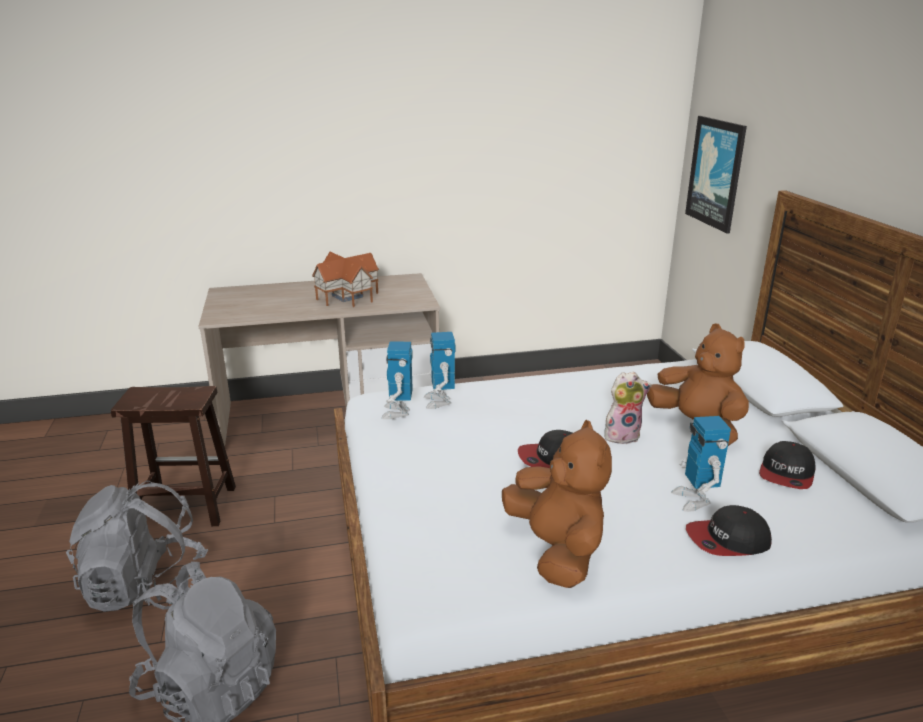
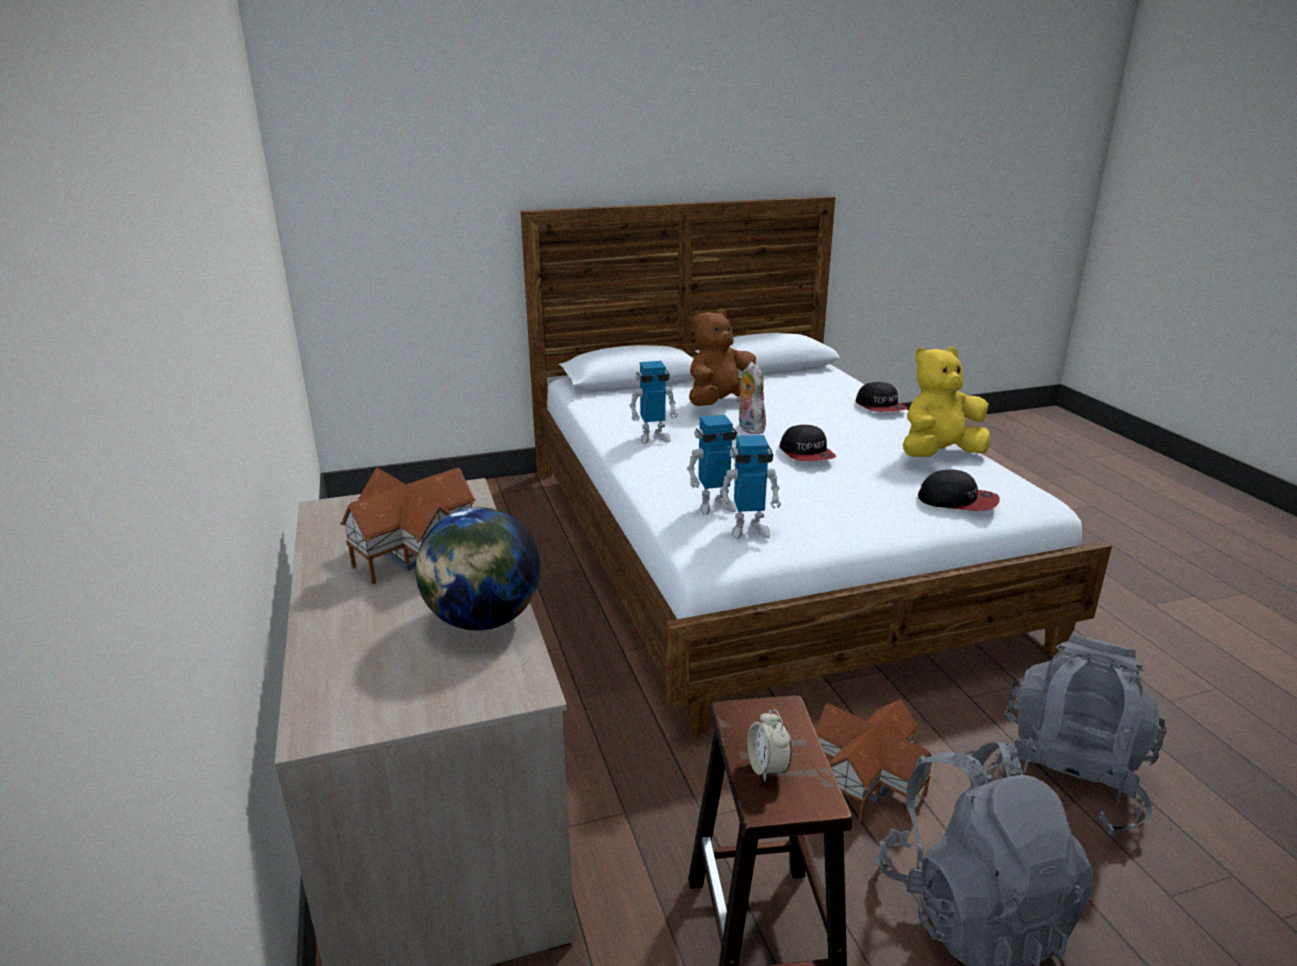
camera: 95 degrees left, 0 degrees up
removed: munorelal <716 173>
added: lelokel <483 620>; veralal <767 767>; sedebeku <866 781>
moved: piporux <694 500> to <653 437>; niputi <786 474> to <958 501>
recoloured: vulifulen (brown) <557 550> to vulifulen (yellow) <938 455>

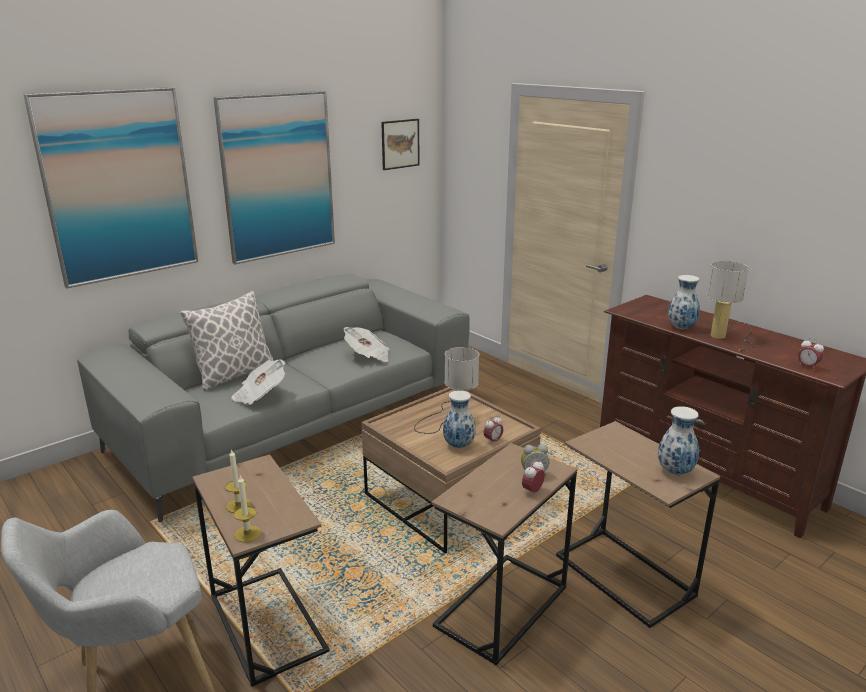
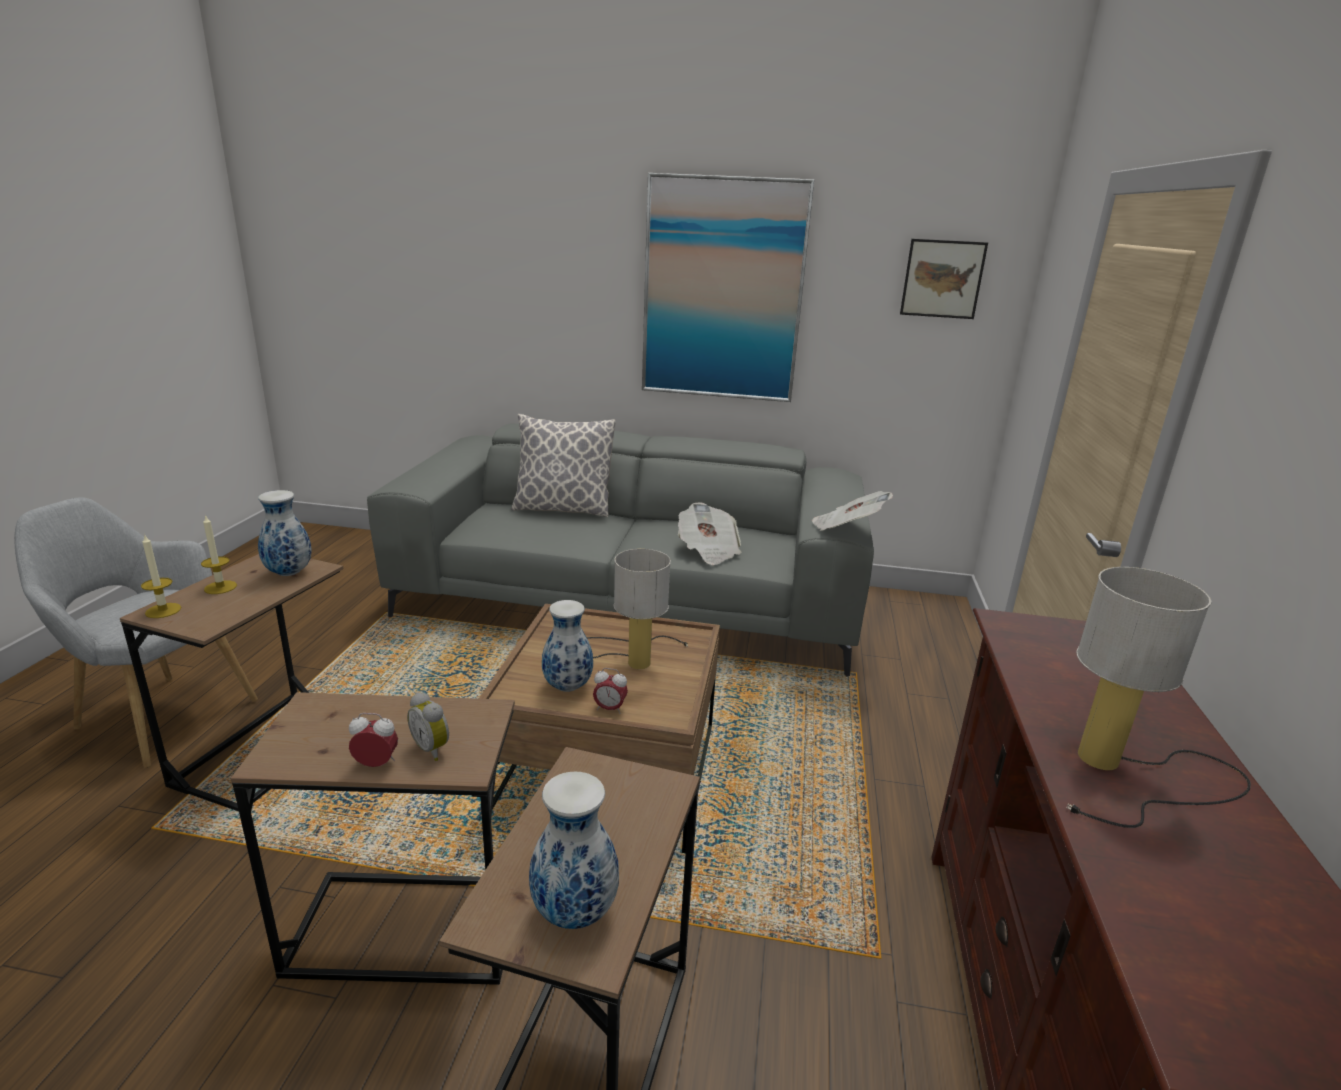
camera: 50 degrees right, 0 degrees up
removed: munorelal <118 186>; veralal <807 366>
moved: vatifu <681 328> to <288 573>; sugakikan <260 395> to <846 529>

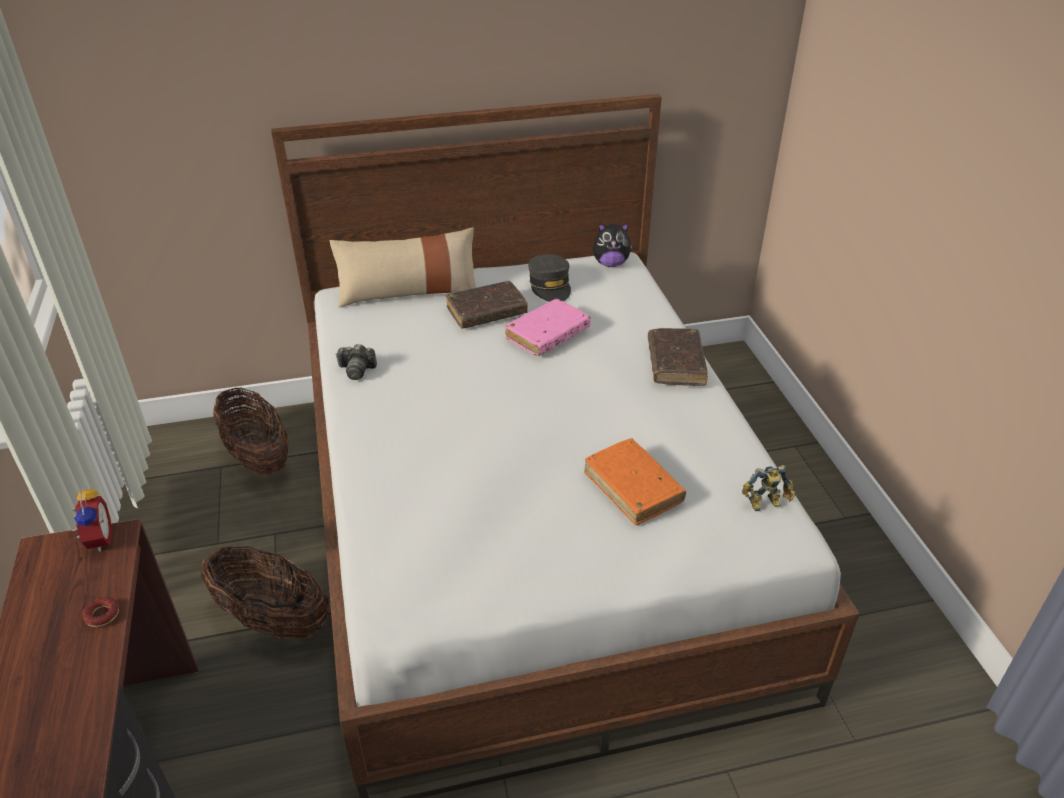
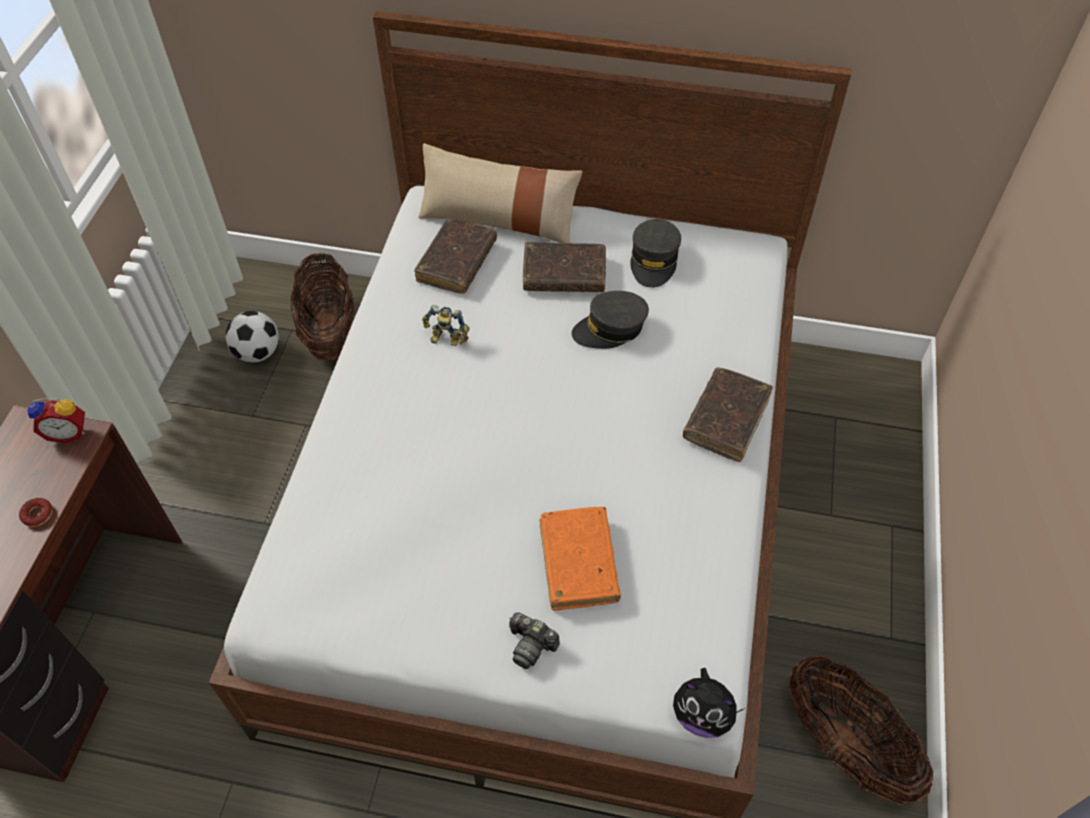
camera: 25 degrees right, 15 degrees up
added: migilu <258 353>; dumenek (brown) <457 262>
moved: piporux <766 504> to <446 340>; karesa <357 370> to <531 645>; vulifulen <610 263> to <702 715>; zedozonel <273 620> to <845 746>
replaced: dumenek (pink) <547 334> to niputi (grey) <610 329>
turned: veralal <97 540> = <68 432> 75 degrees clockwise

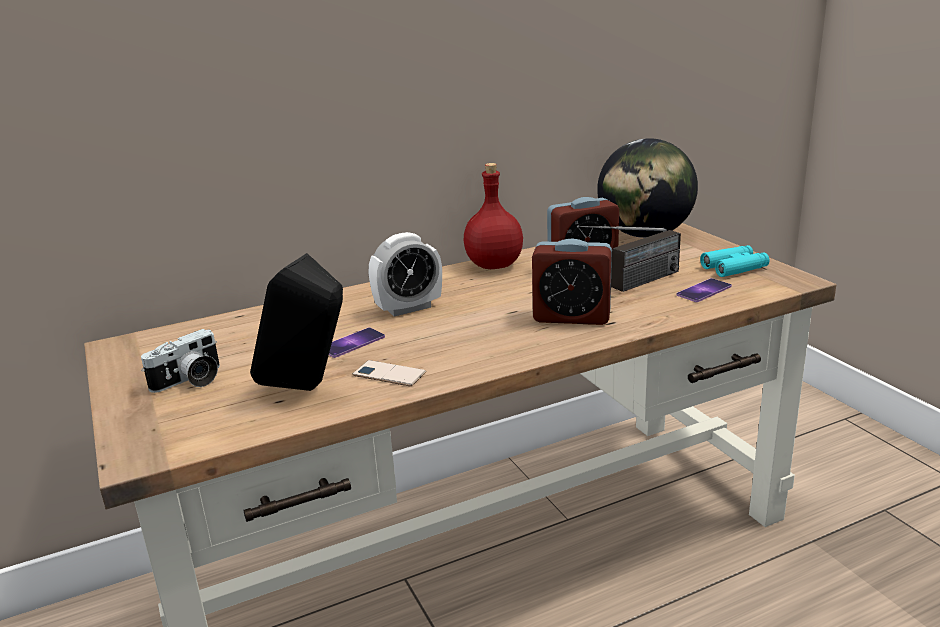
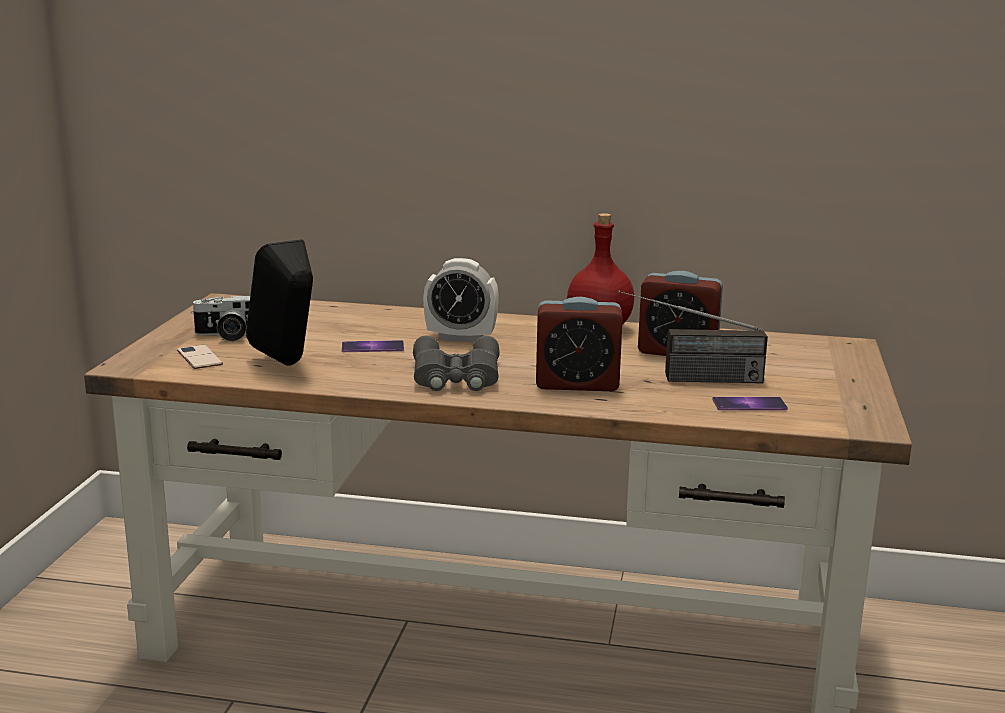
camera: 35 degrees right, 5 degrees down
removed: lelokel <645 235>; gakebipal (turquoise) <734 268>
added: gakebipal (grey) <455 376>
moved: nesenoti <389 374> to <199 357>
turned: veralal <571 317> = <577 384> 45 degrees counterclockwise

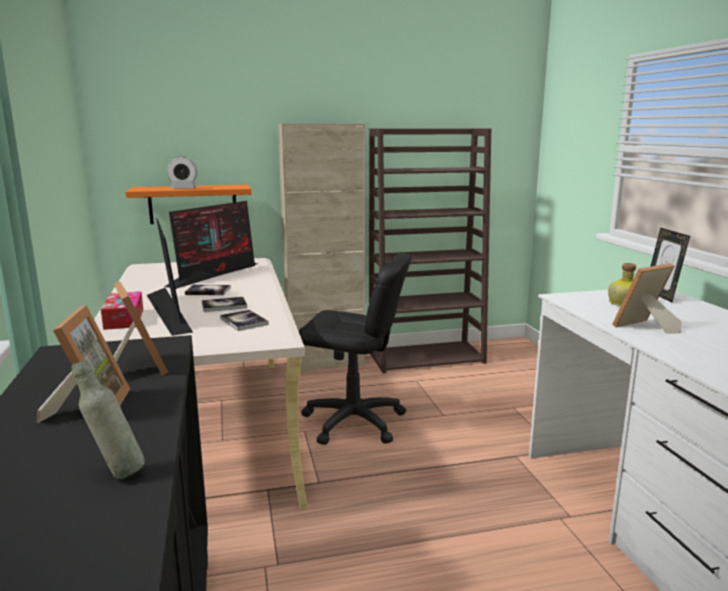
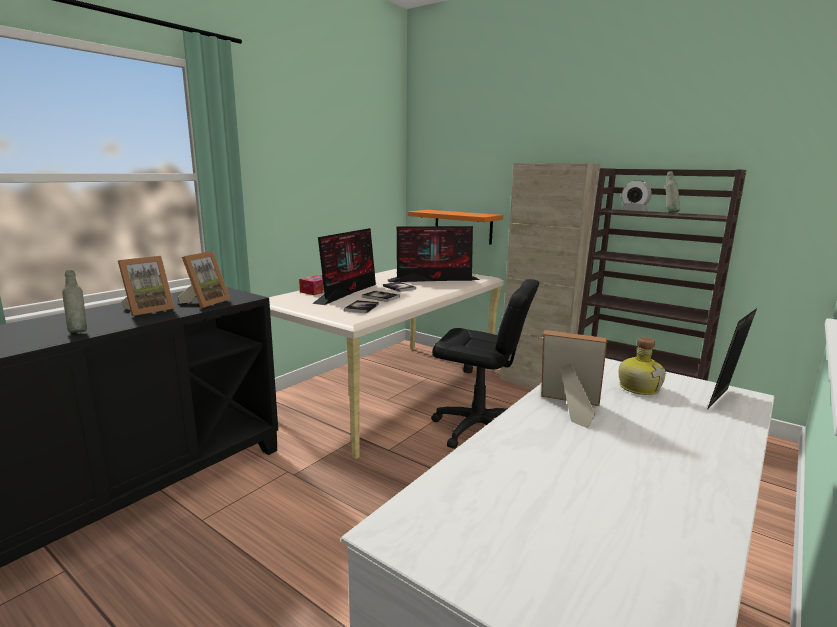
camera: 50 degrees right, 0 degrees up
added: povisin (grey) <669 213>
moved: veralal <183 188> to <634 211>
turned: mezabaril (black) <354 422> = <478 429> 45 degrees counterclockwise

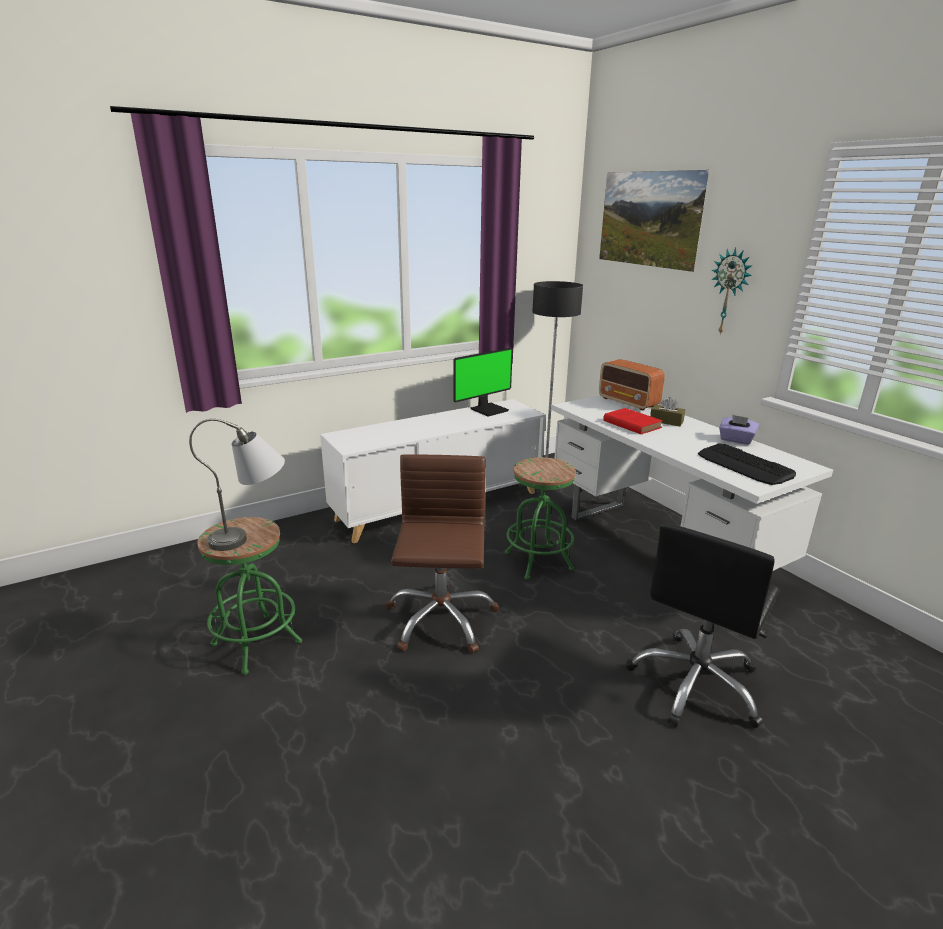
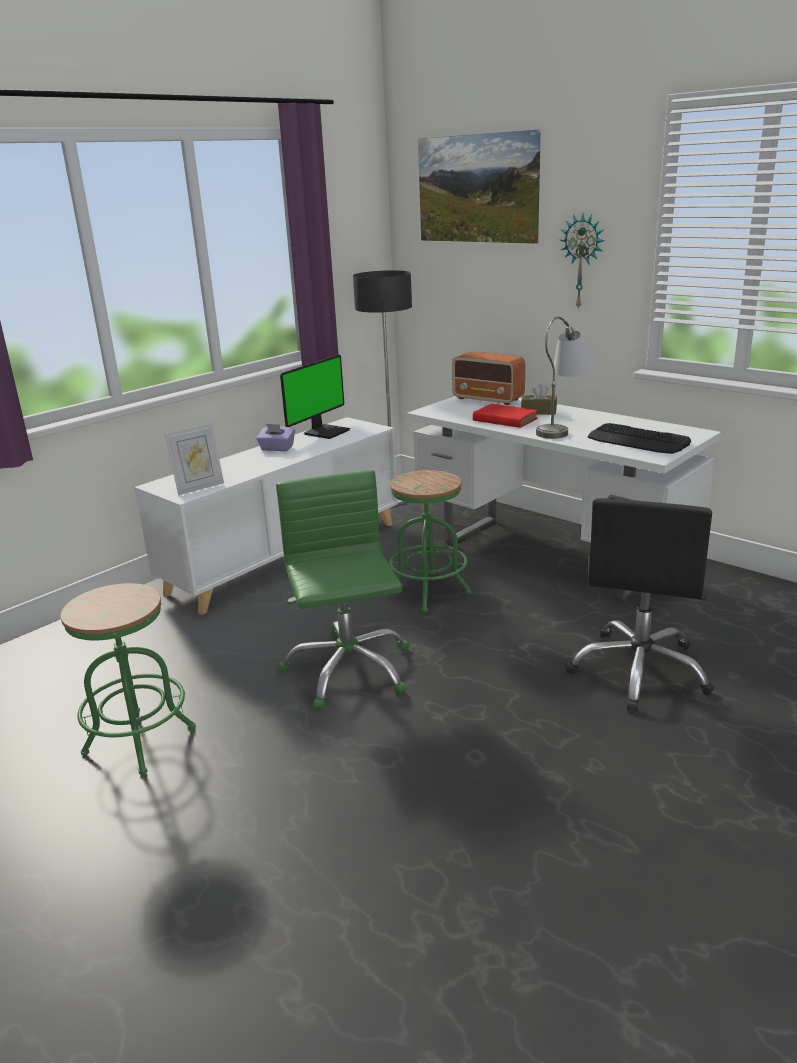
camera: 15 degrees left, 0 degrees up
added: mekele <199 487>
moved: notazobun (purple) <736 440> to <277 448>; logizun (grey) <253 535> to <564 428>
recoloured: mezabaril (brown) <440 619> to mezabaril (green) <348 669>

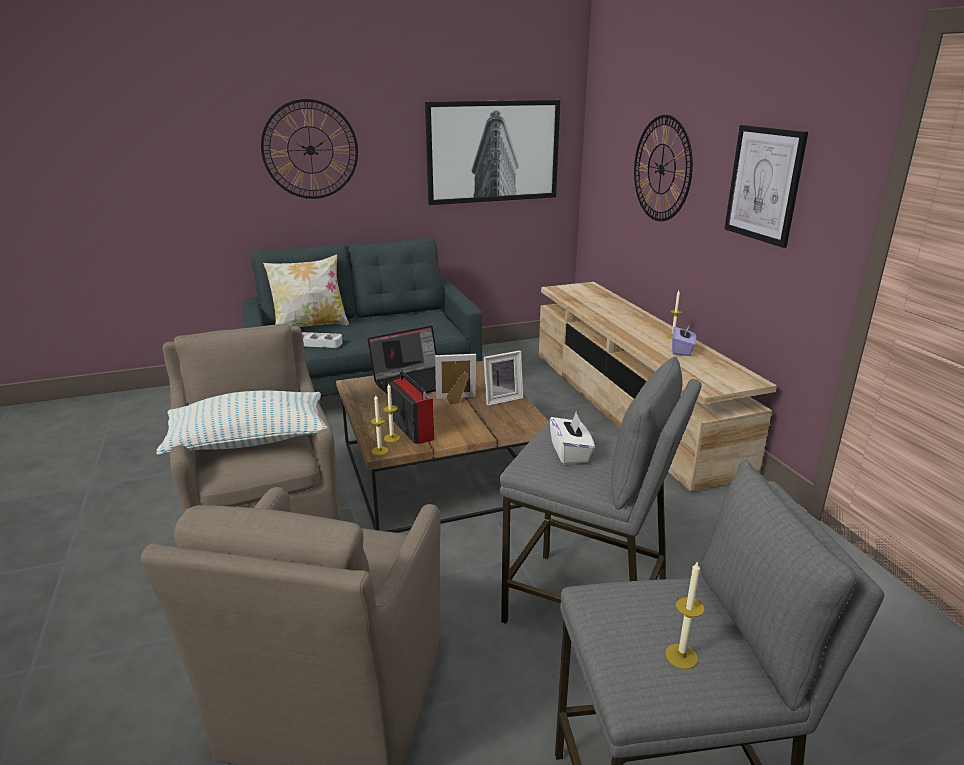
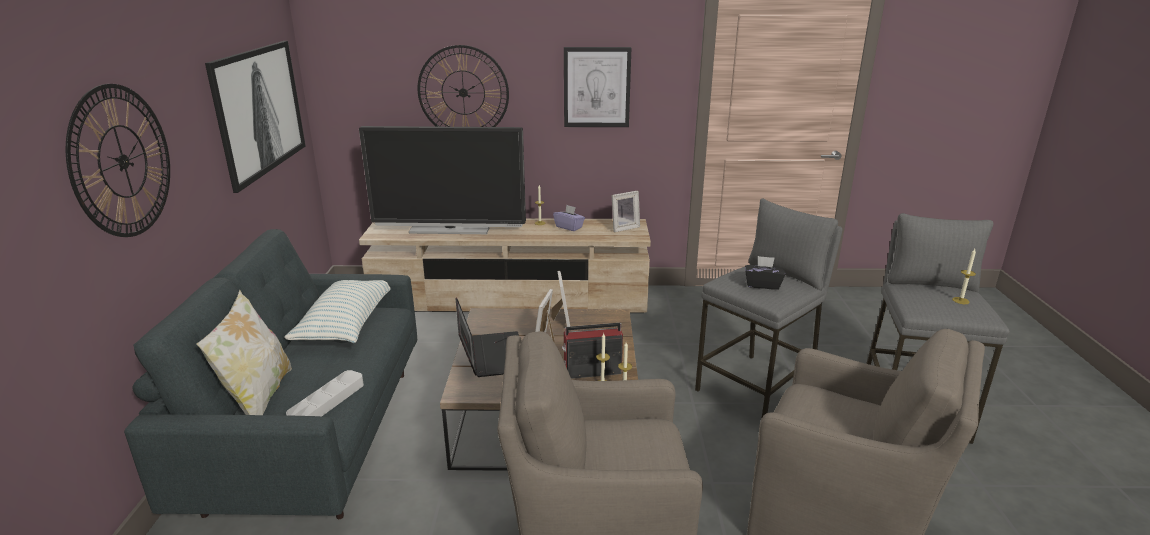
camera: 70 degrees left, 0 degrees up
added: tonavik <450 229>; mekele <623 227>
moved: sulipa <249 441> to <346 324>
recoloured: notazobun (white) <570 453> to notazobun (black) <762 284>

